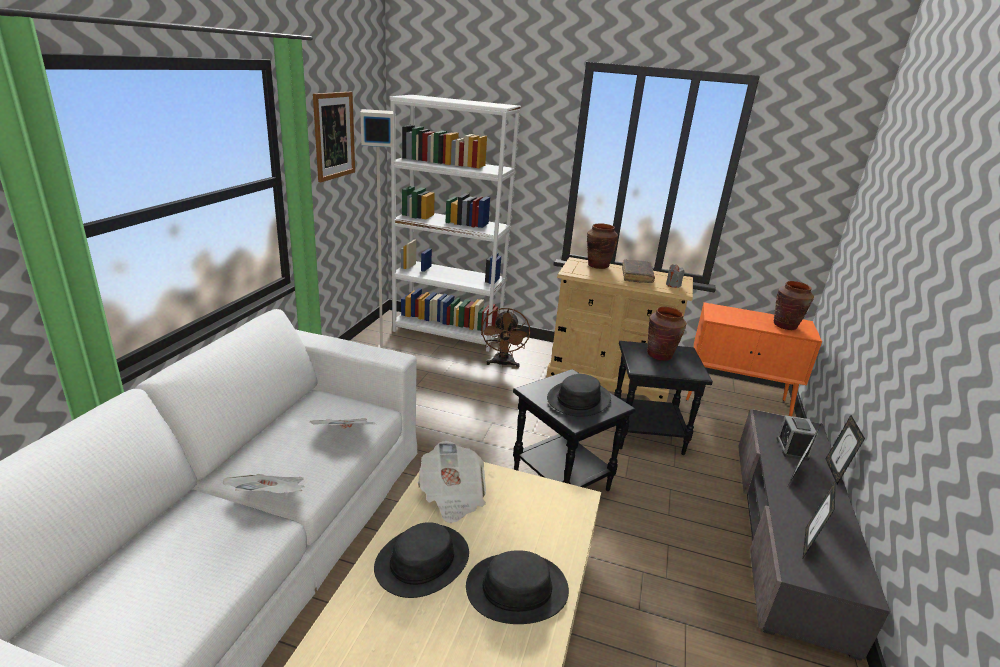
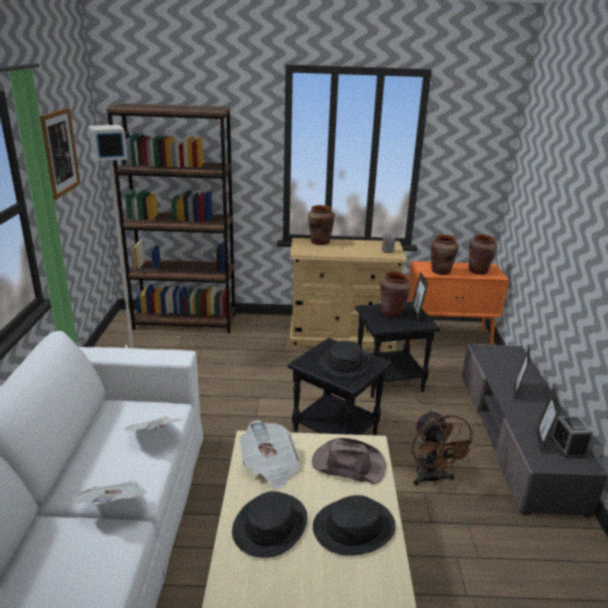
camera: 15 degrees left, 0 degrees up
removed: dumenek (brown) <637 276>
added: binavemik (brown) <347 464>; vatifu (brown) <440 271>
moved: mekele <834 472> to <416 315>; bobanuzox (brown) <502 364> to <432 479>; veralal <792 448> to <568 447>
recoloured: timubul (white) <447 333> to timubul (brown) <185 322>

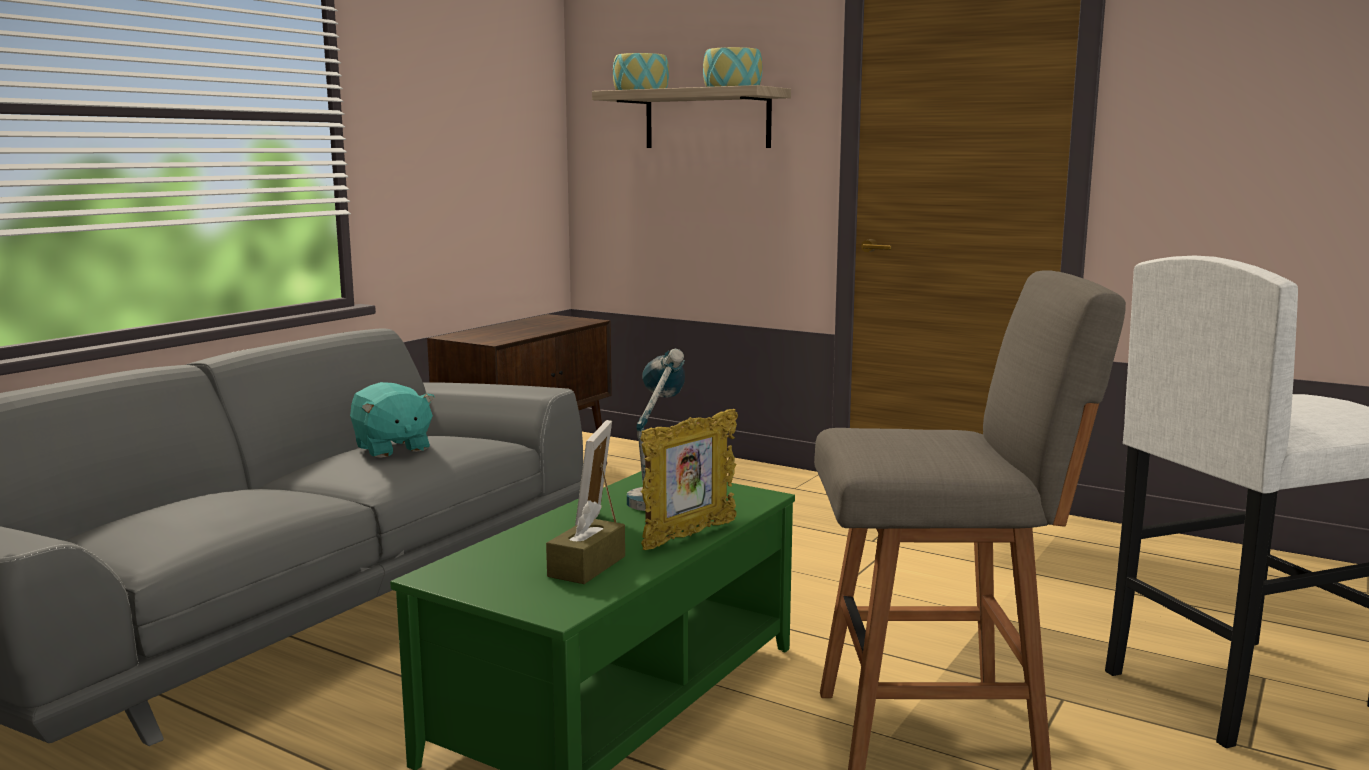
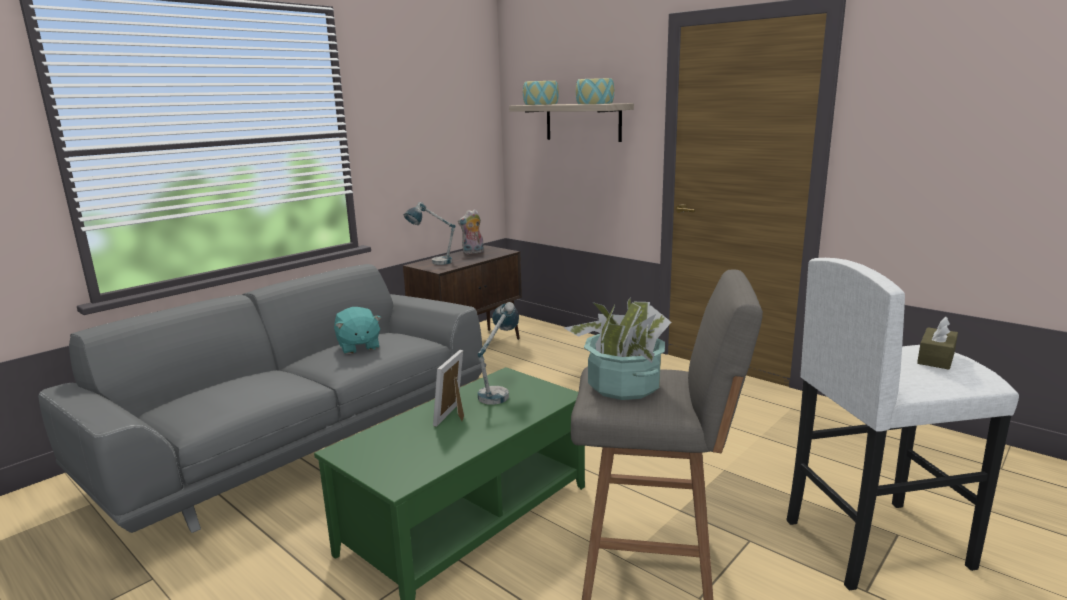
camera: 10 degrees right, 5 degrees up
removed: mekele <688 536>
added: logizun <433 263>; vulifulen <473 252>; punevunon <624 386>
moved: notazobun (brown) <587 566> to <936 358>

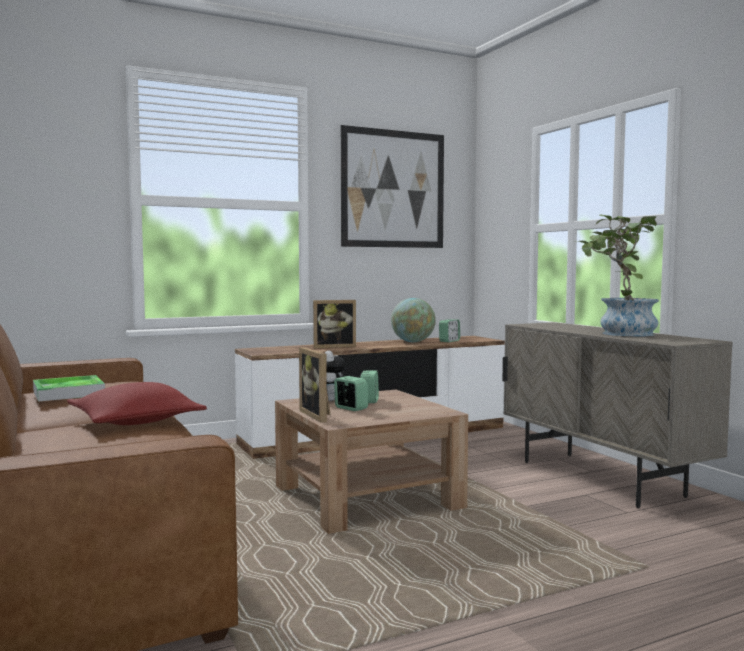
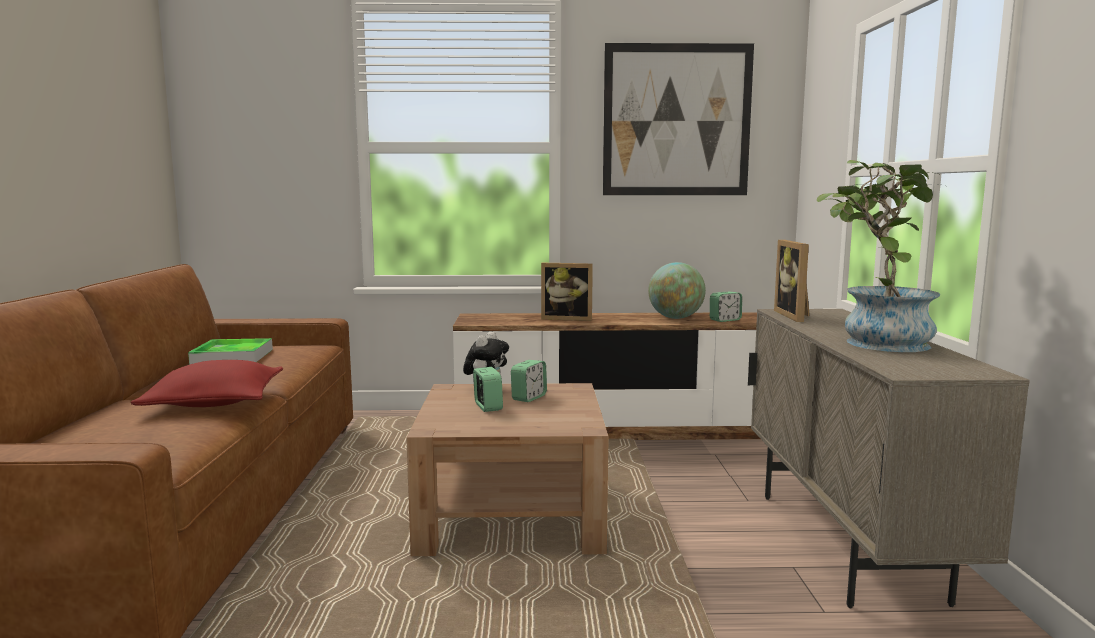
camera: 25 degrees right, 5 degrees up
moved: mekele <319 415> to <796 316>

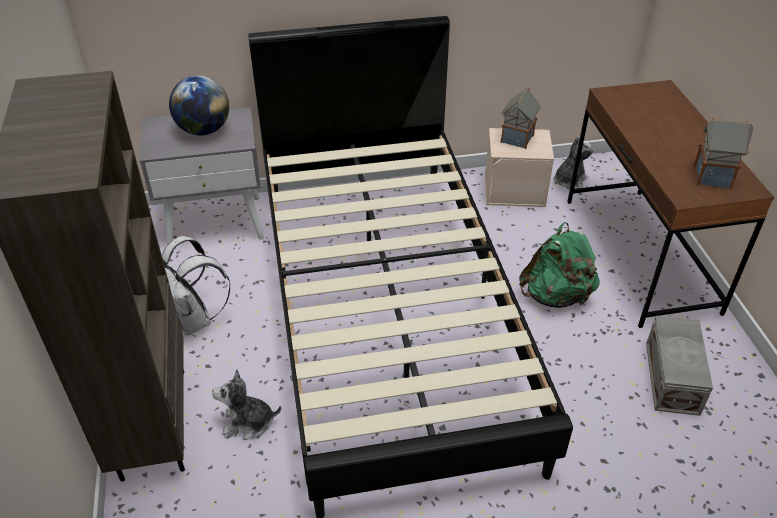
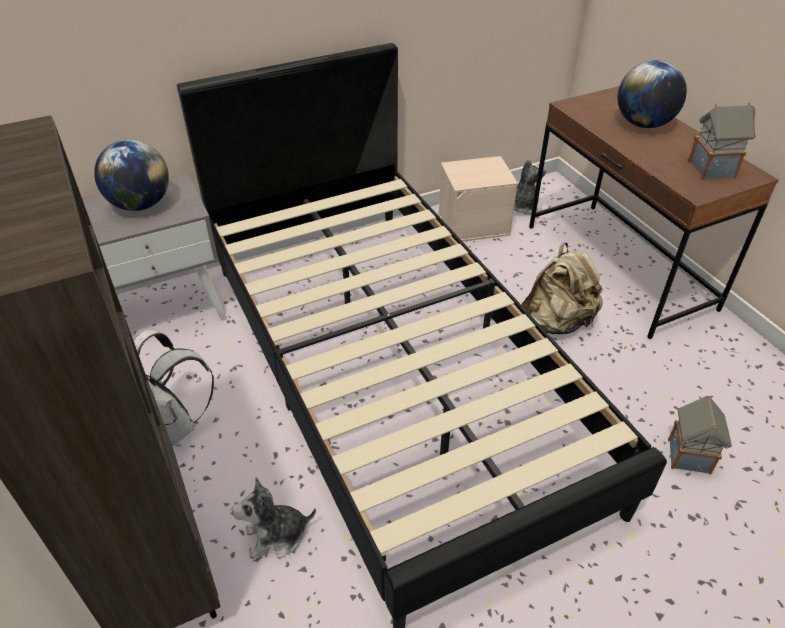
camera: 15 degrees left, 0 degrees up
removed: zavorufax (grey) <673 377>
added: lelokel <643 124>
moved: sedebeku <517 139> to <689 457>
recoloured: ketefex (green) <556 296> to ketefex (beige) <556 322>

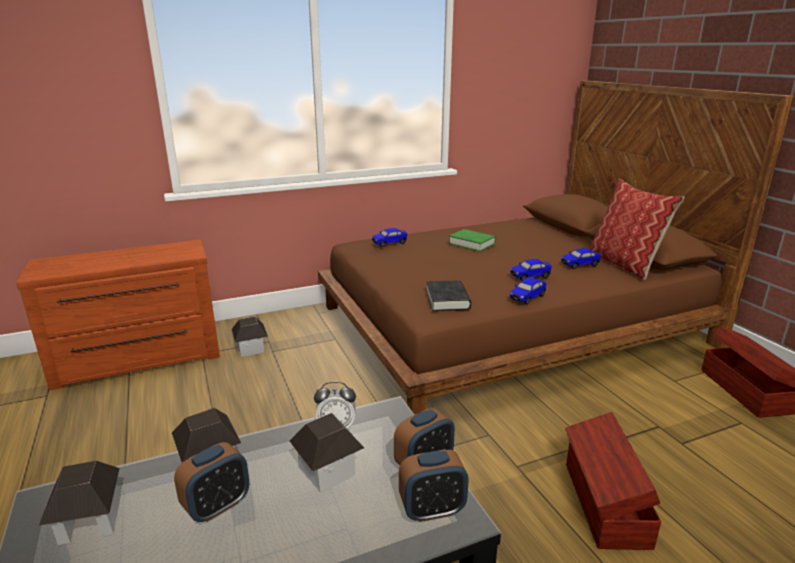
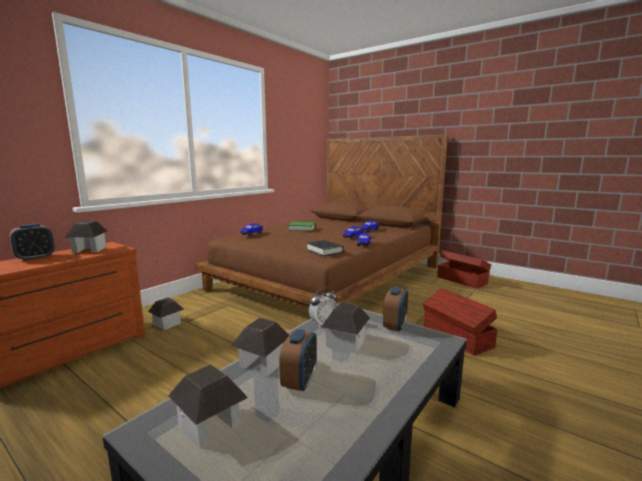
camera: 30 degrees left, 10 degrees down
removed: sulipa <624 264>
added: sedebeku <89 250>
moved: veralal <432 510> to <35 258>

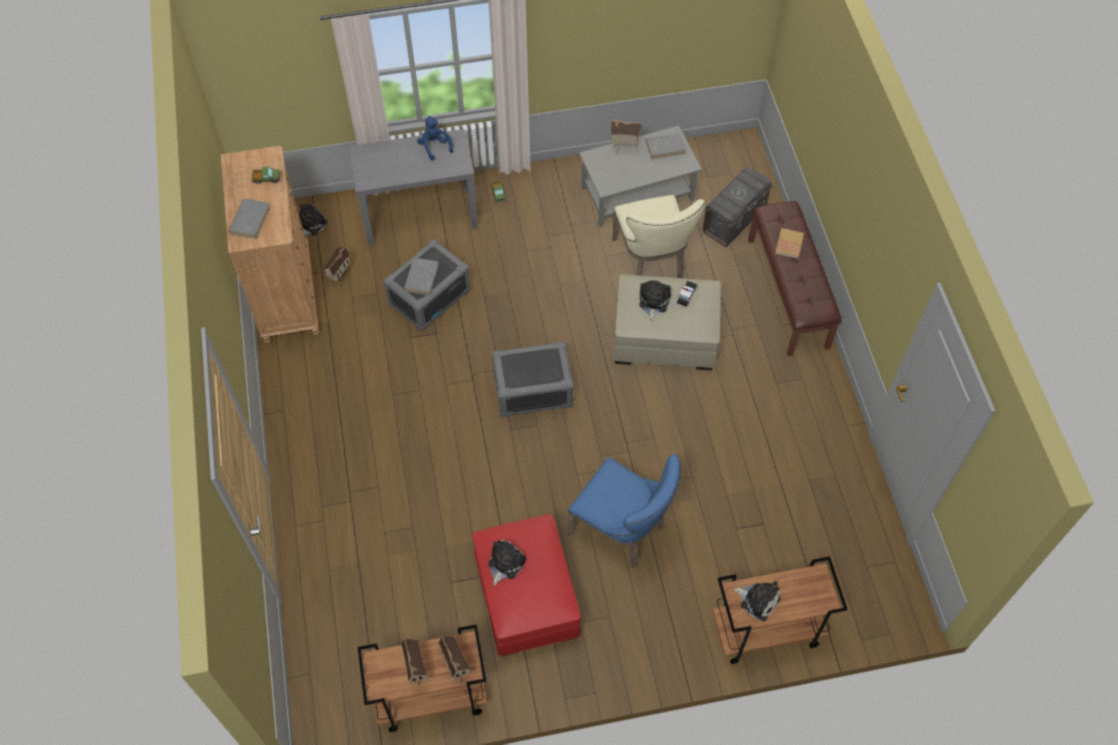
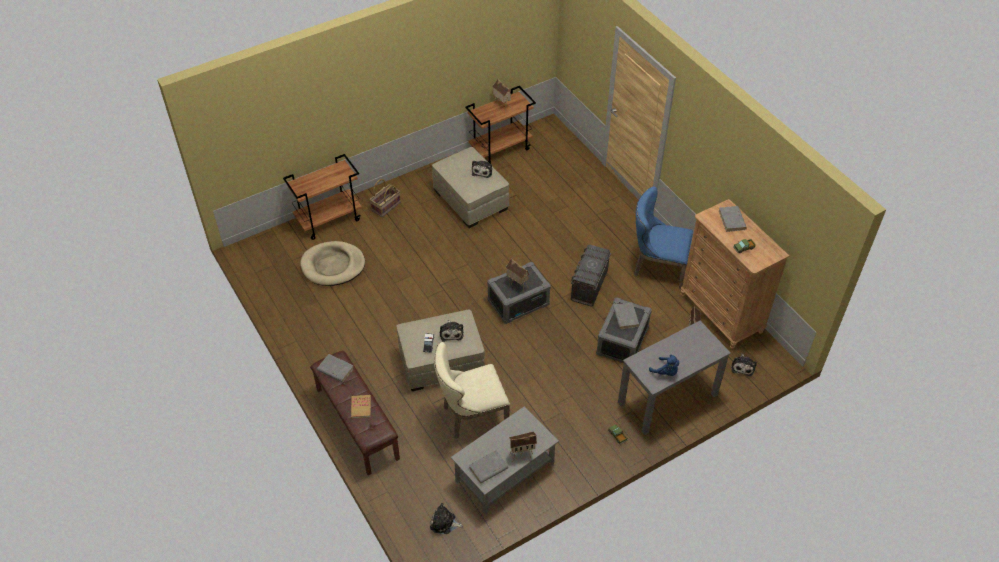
camera: 160 degrees right, 10 degrees down
added: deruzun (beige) <333 266>; dumenek (grey) <335 369>; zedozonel <386 207>
moved: vulifulen <758 600> to <444 523>; sedebeku <456 668> to <517 286>; zavorufax (grey) <734 220> to <589 286>; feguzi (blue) <623 530> to <656 267>
recoloured: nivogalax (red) <527 597> to nivogalax (beige) <470 199>
turned: feguzi (beige) <651 262> = <471 416> 75 degrees counterclockwise

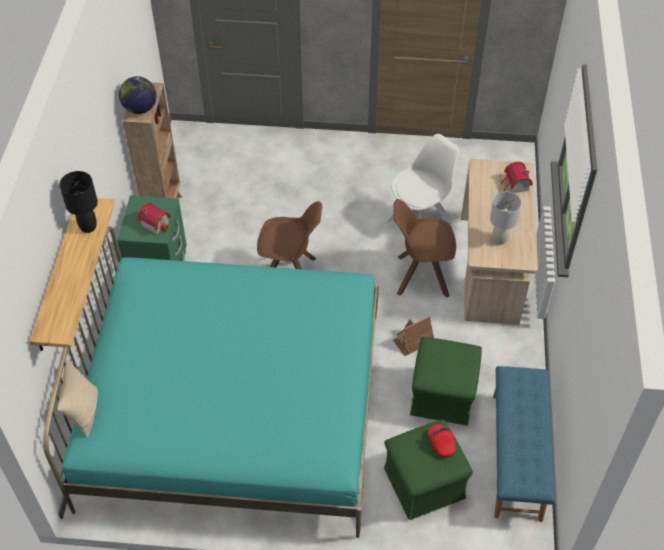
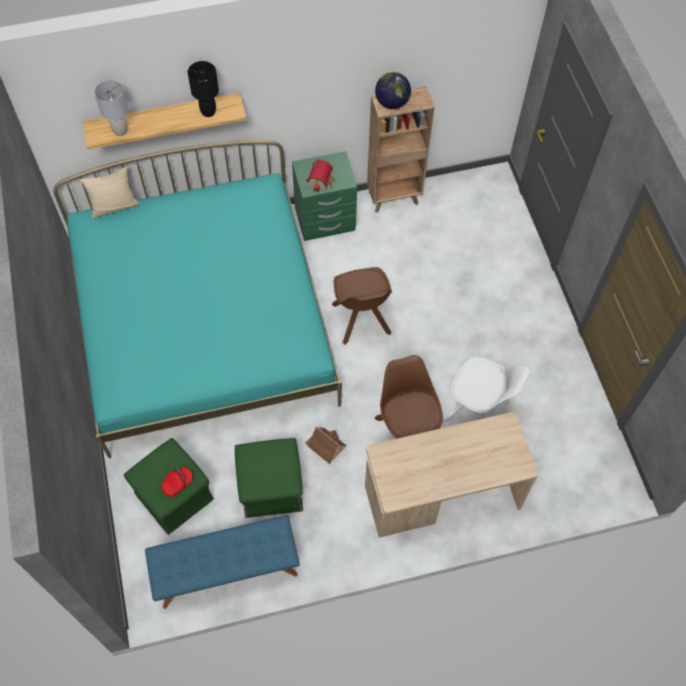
camera: 70 degrees right, 10 degrees up
removed: sedebeku <515 186>
moved: logizun (grey) <499 239> to <120 130>

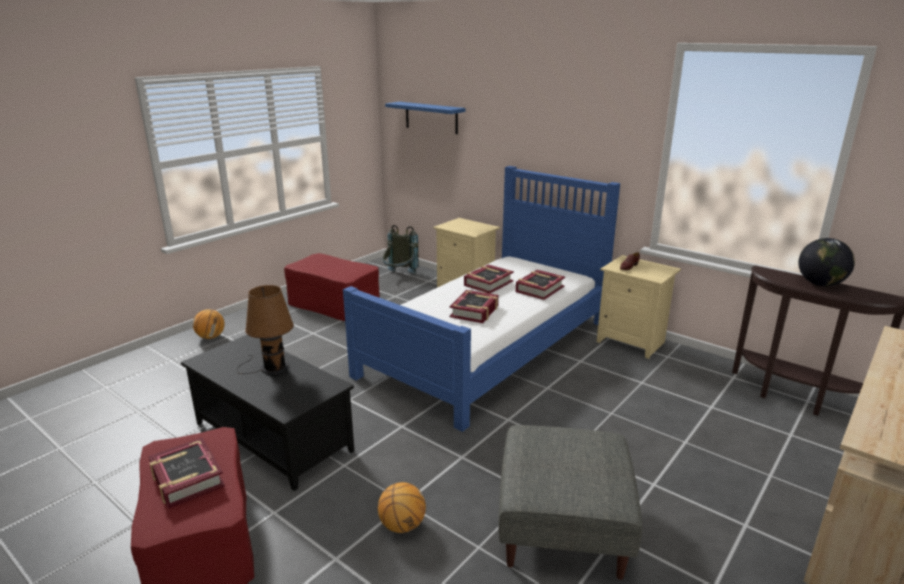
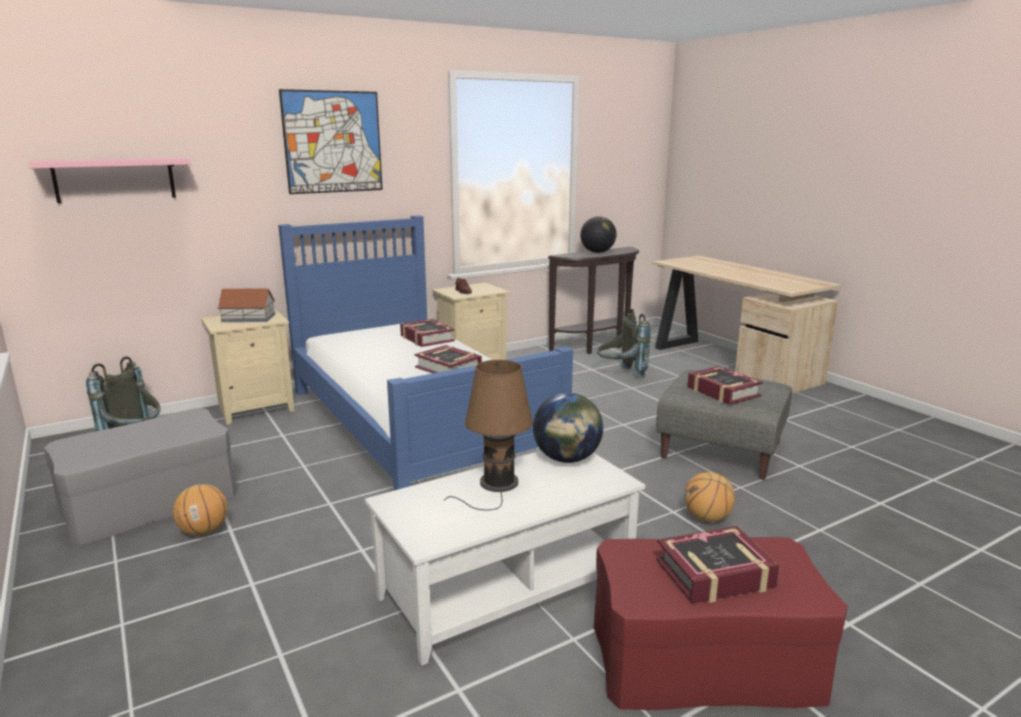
camera: 70 degrees left, 5 degrees down
added: sedebeku <249 318>; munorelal <333 142>; lelokel <567 459>; ketefex (grey) <620 374>
moved: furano <211 337> to <204 531>; dumenek <488 283> to <723 392>
recoloured: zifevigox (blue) <431 117> to zifevigox (pink) <115 179>; nivogalax (red) <334 304> to nivogalax (grey) <150 501>; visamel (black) <271 437> to visamel (white) <508 589>

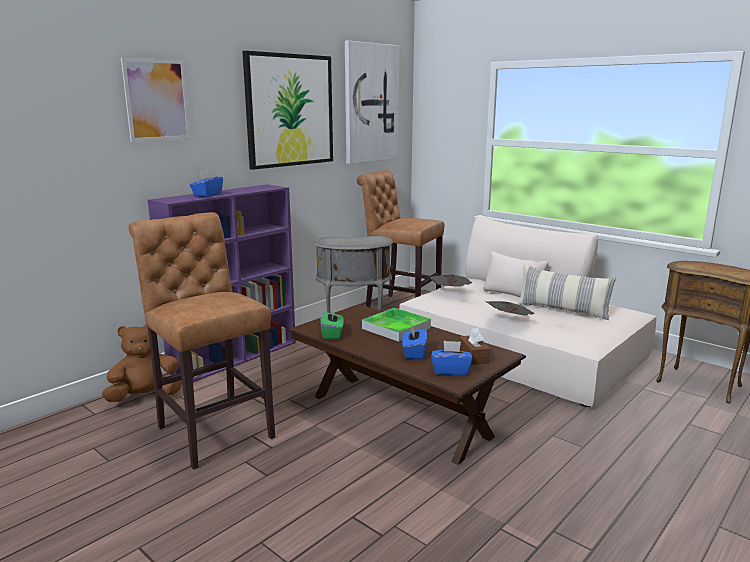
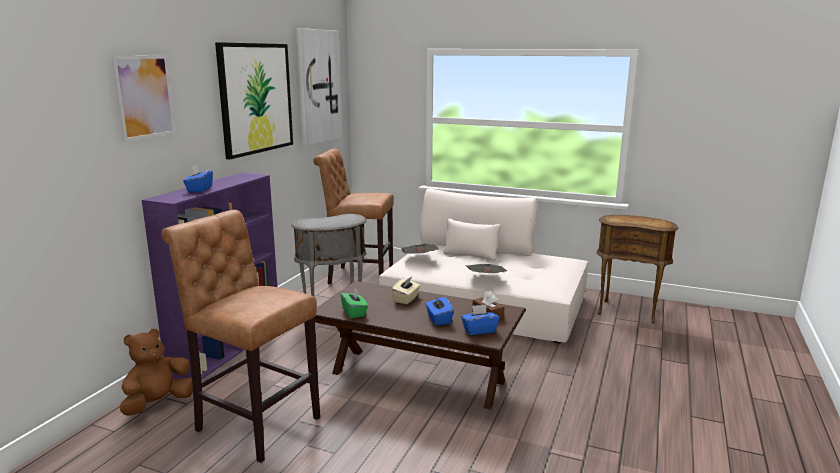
camera: 20 degrees left, 0 degrees up
removed: sulipa <562 310>
replaced: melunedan <396 328> to notazobun (beige) <406 299>

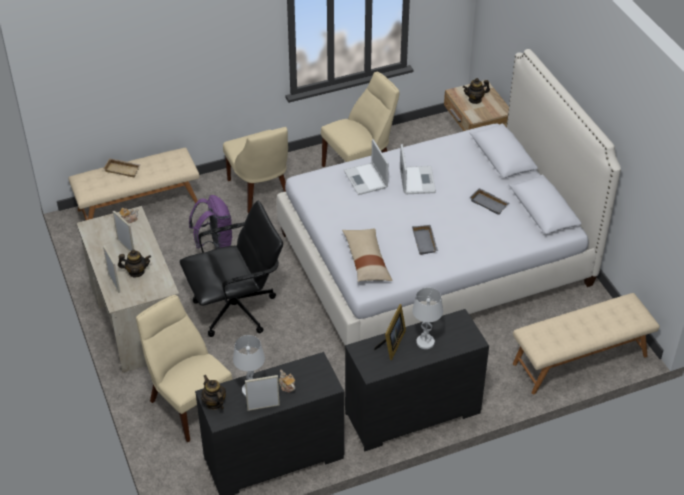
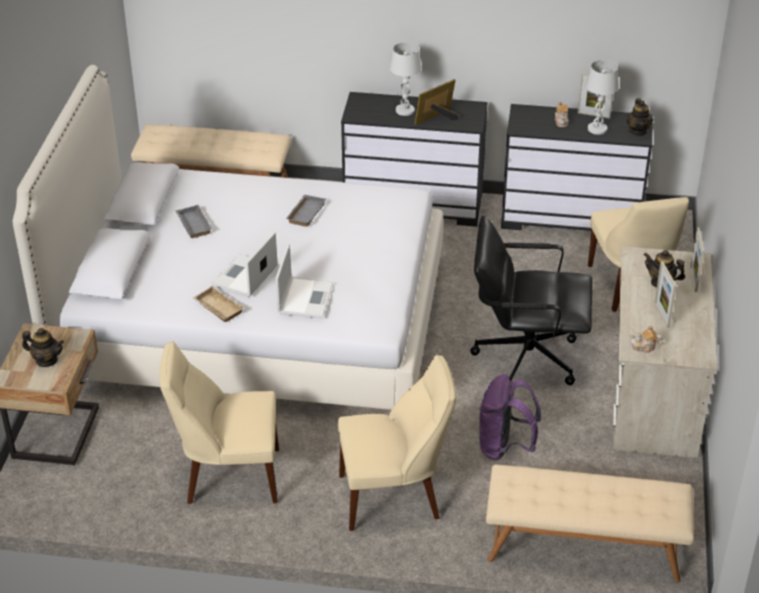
camera: 150 degrees left, 5 degrees down
removed: sulipa (beige) <366 261>
moved: melunedan (beige) <123 169> to <217 308>
turned: feguzi (beige) <260 192> = <394 497> 75 degrees clockwise

